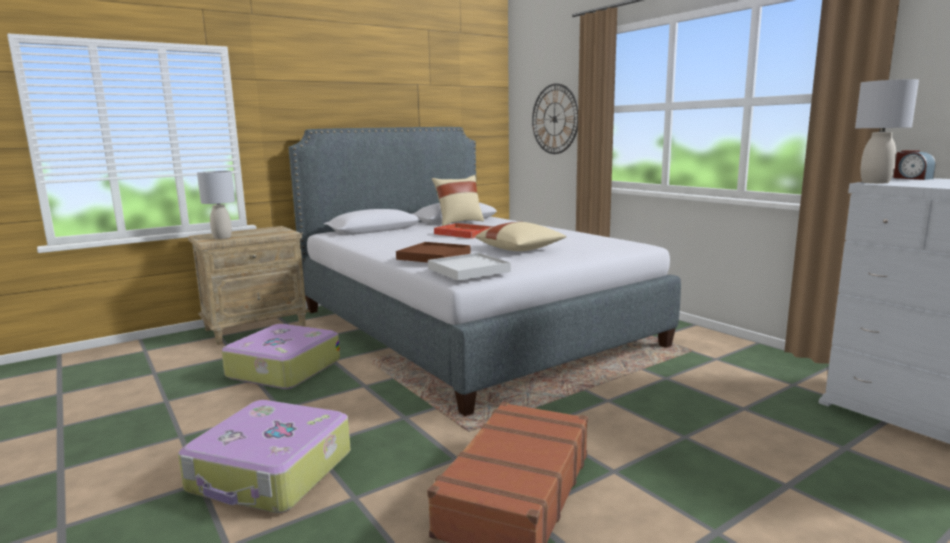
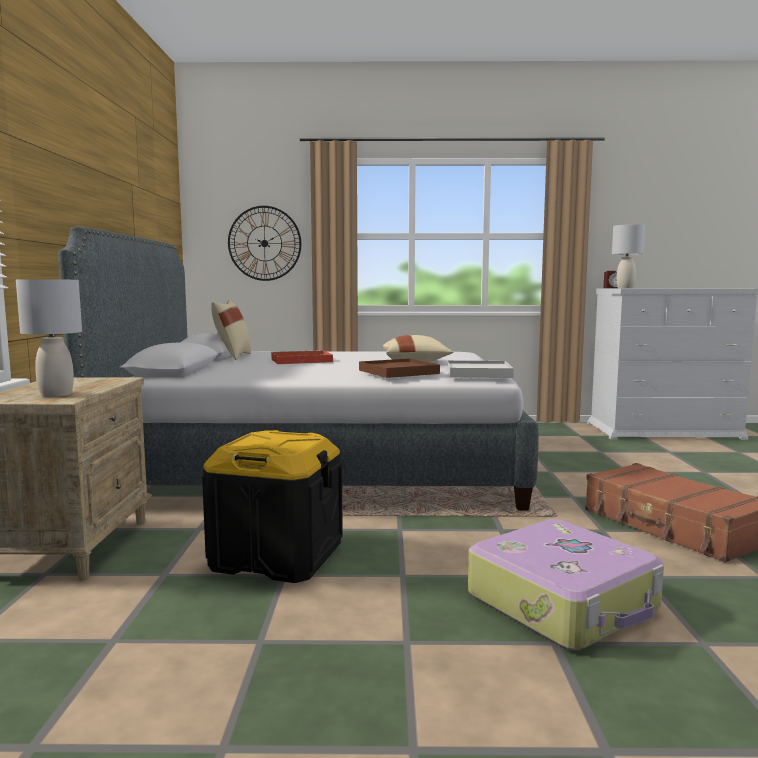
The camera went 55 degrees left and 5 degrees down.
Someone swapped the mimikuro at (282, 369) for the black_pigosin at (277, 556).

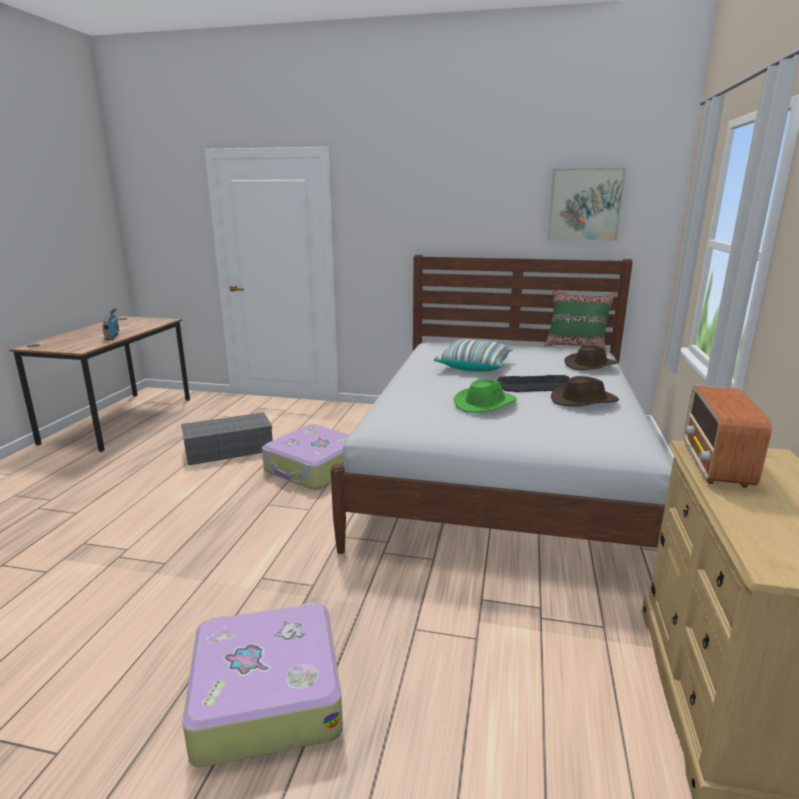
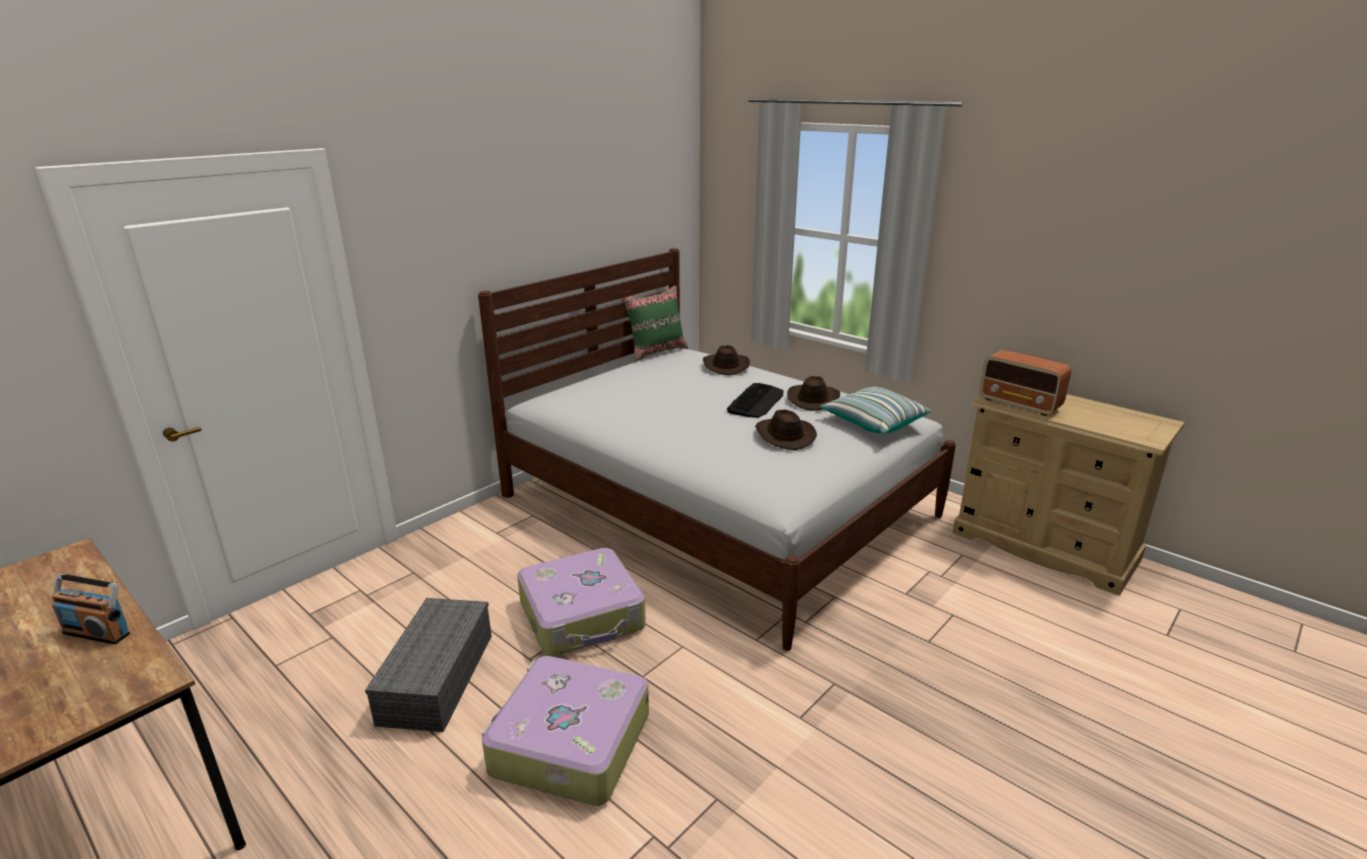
The camera went 60 degrees left and 5 degrees up.
Someone carried the mimikuro from (266, 695) to (568, 743).
Someone carried the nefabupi from (474, 366) to (873, 423).
Someone repainted the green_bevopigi at (485, 404), which became the brown_bevopigi at (783, 435).
Someone took away the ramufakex at (585, 205).

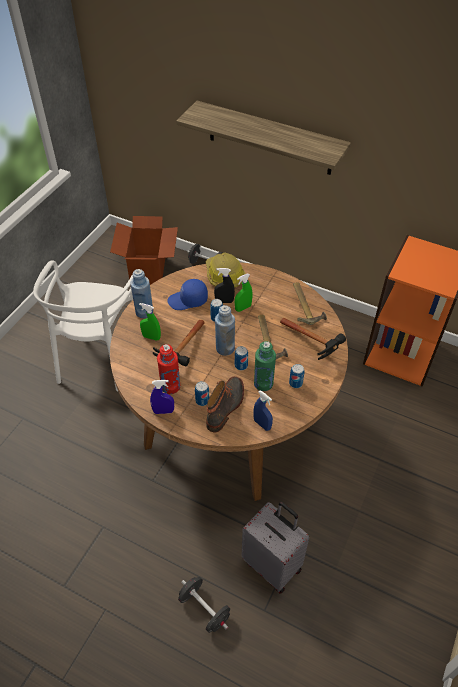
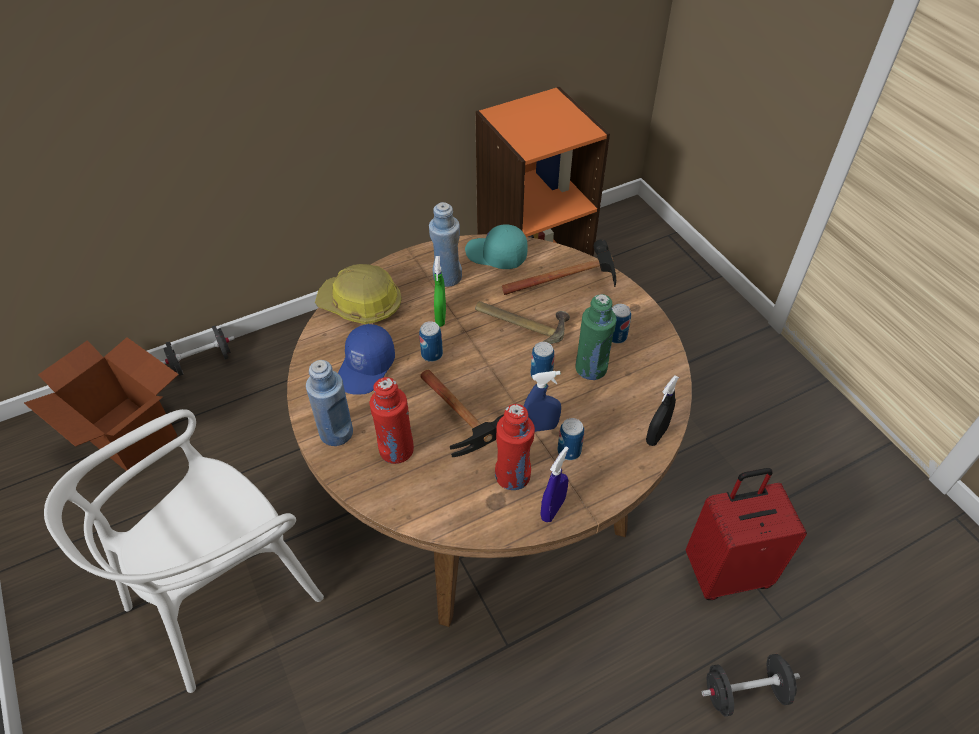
The camera went 55 degrees left and 0 degrees up.
Someone rotated the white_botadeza at (99, 355) by 90 degrees clockwise.
Someone swapped the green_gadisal at (151, 337) for the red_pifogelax at (396, 450).
Someone took away the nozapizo at (270, 138).
Someone took away the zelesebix at (226, 407).
Someone carried the black_gadisal from (224, 301) to (656, 435).
Someone carried the blue_pifogelax from (225, 348) to (447, 277).
Someone repainted the grey_mimikuro at (273, 564), which became the red_mimikuro at (726, 571).
Someone carried the blue_gadisal from (262, 424) to (540, 427).
Someone swapped the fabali at (306, 305) for the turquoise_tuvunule at (495, 255).

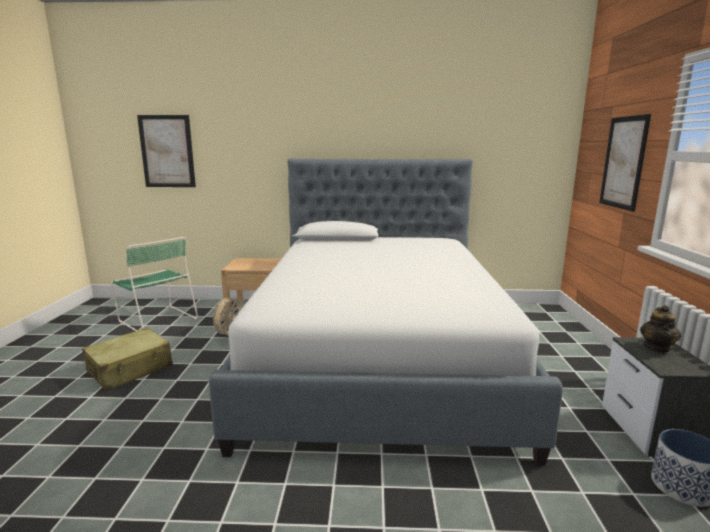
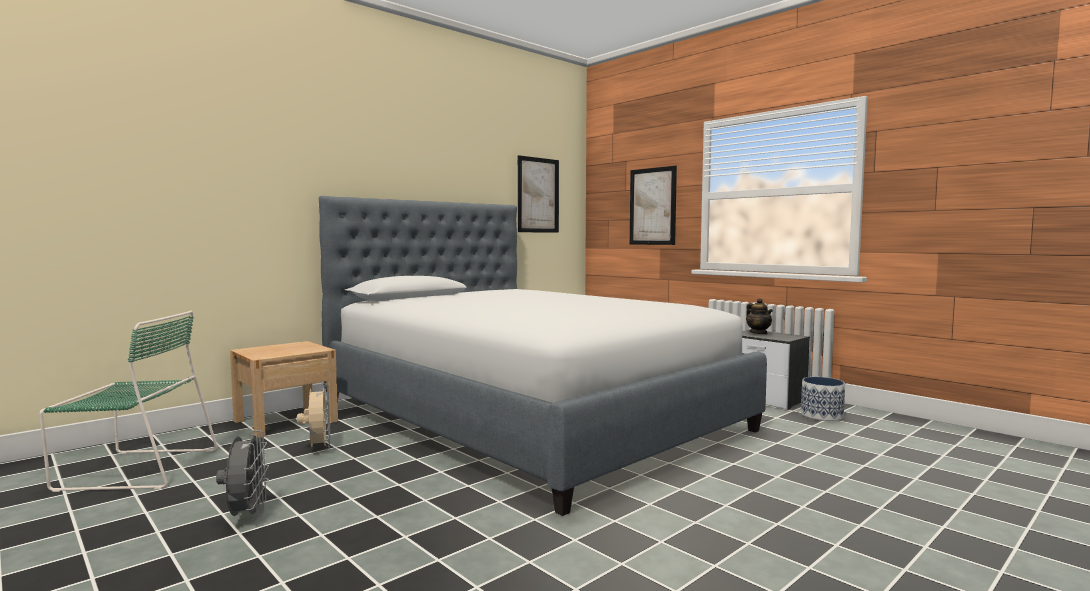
The camera went 45 degrees left and 10 degrees down.
Someone swapped the beige_mimikuro at (130, 369) for the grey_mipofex at (247, 516).
Someone carried the ramufakex from (167, 151) to (538, 195).

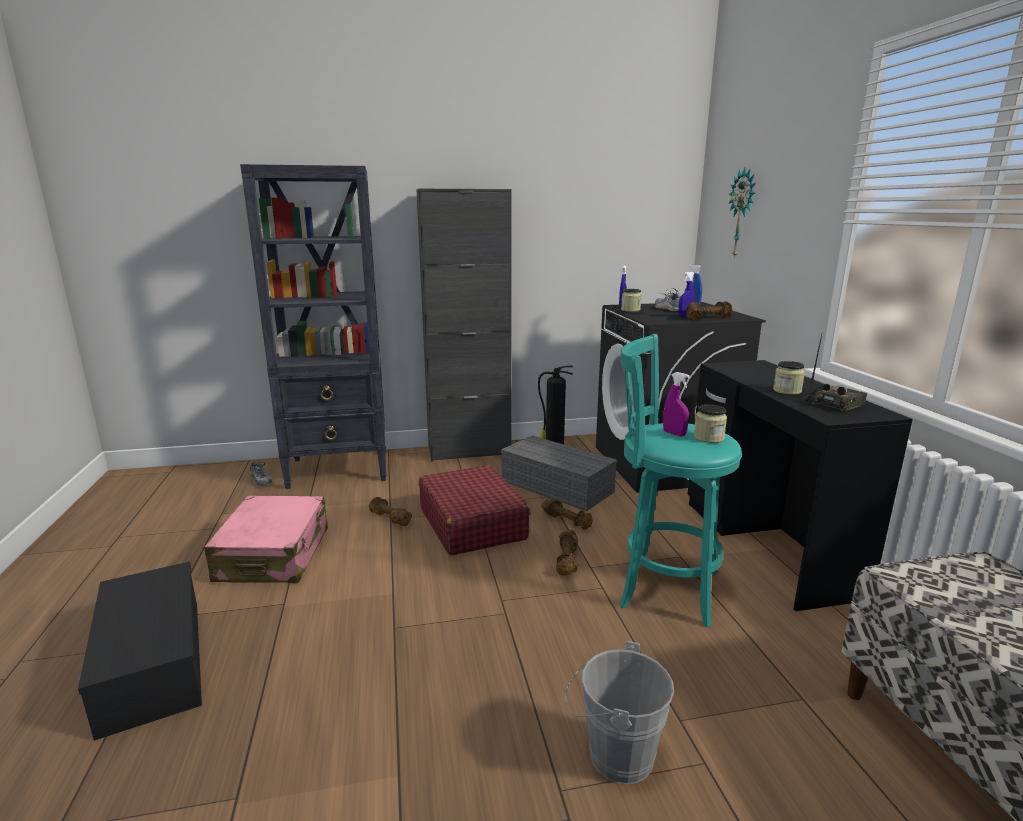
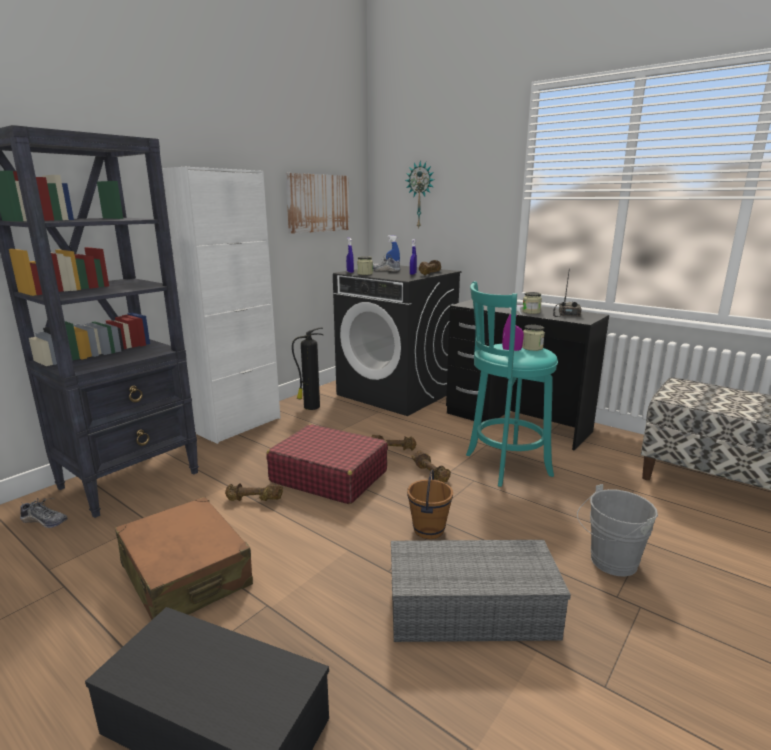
The camera went 40 degrees left and 0 degrees up.
Someone repainted the pink_mimikuro at (274, 555), which became the brown_mimikuro at (186, 575).
Someone repainted the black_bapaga at (469, 451), which became the white_bapaga at (239, 425).
Someone carried the grey_pigosin from (559, 486) to (473, 608).
Someone put up the ramufakex at (318, 203).
Someone put down the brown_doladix at (429, 530).

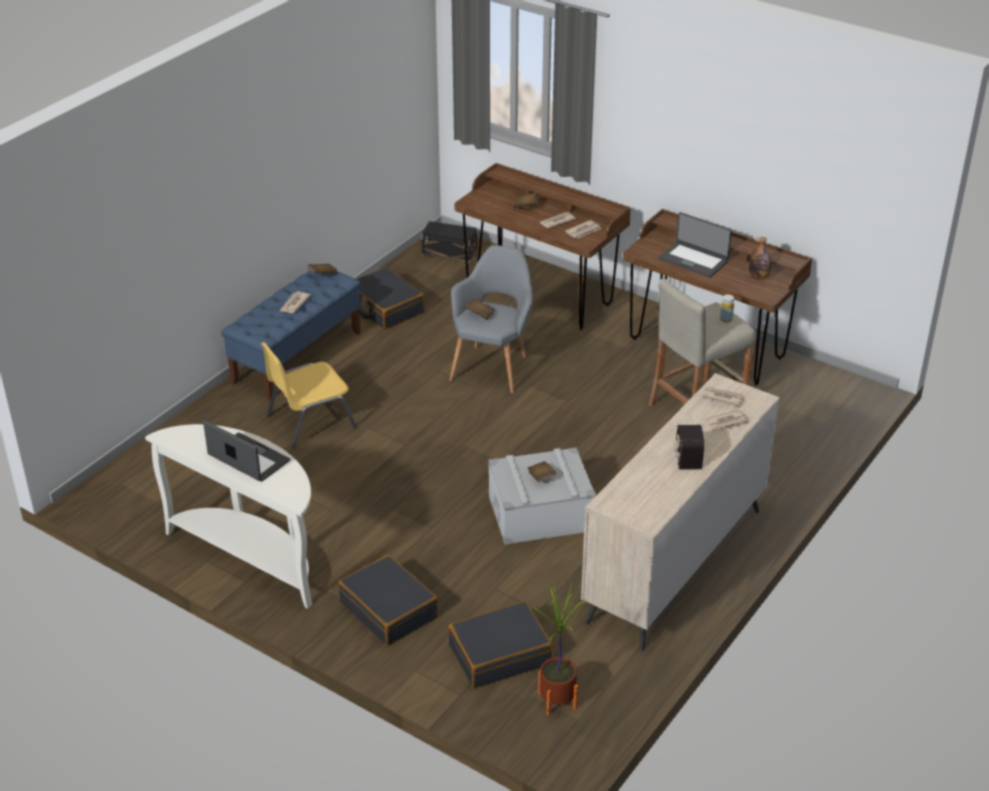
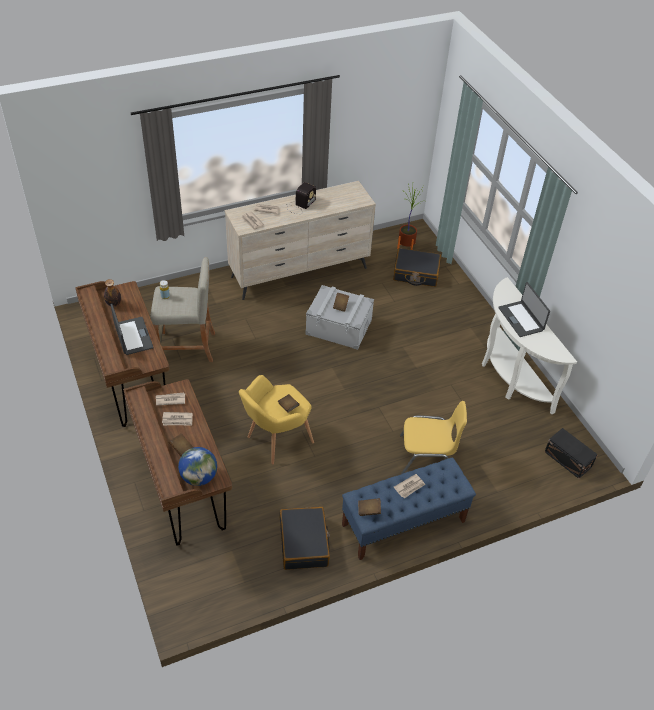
The camera went 150 degrees left and 10 degrees up.
Someone took away the black_mimikuro at (389, 610).
Someone carried the black_pigosin from (449, 251) to (568, 460).
Someone repainted the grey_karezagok at (493, 366), which became the yellow_karezagok at (275, 441).
Someone put down the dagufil at (199, 477).

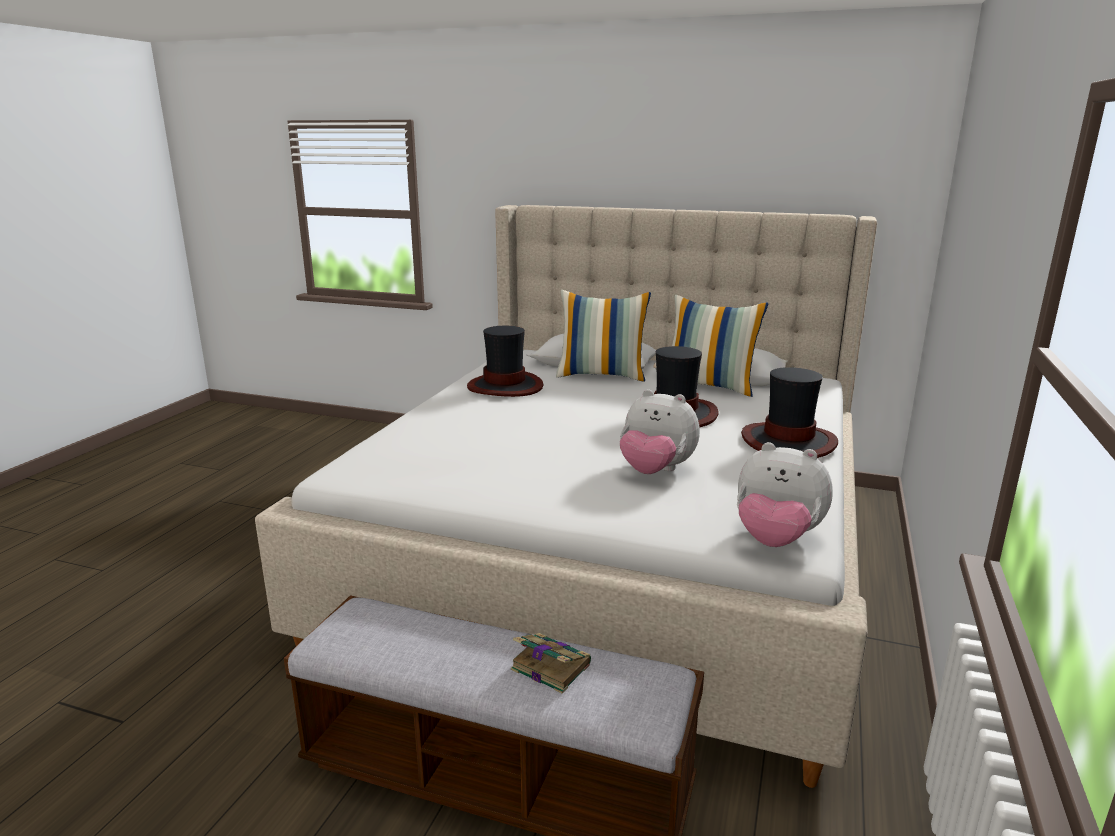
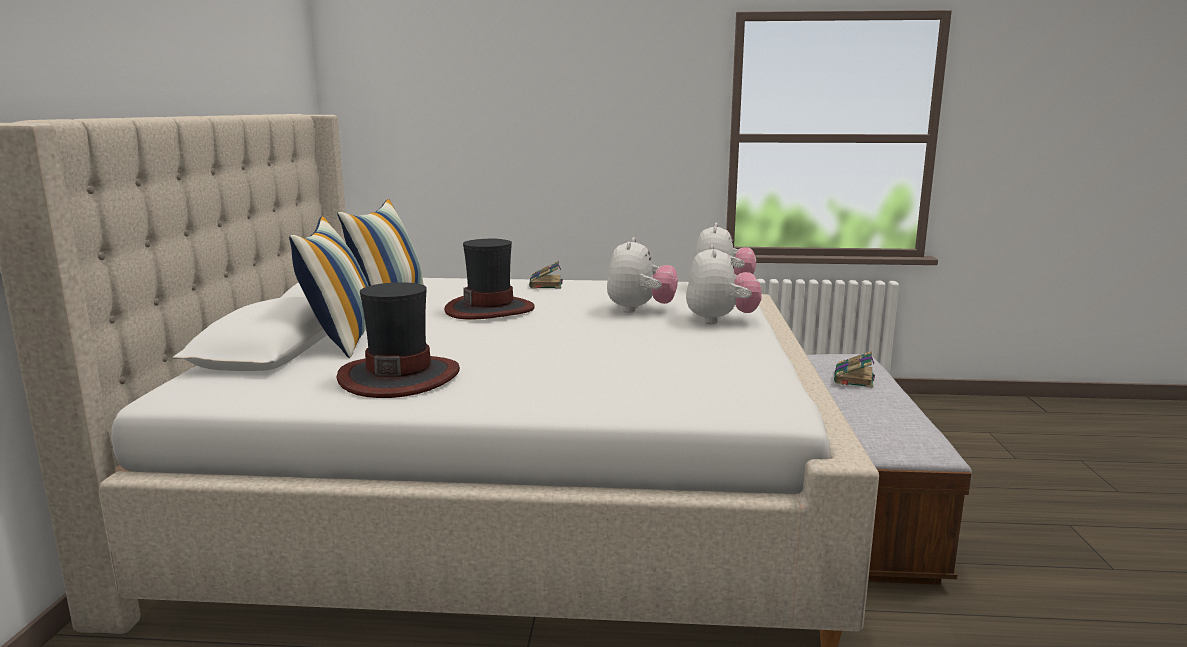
The camera went 105 degrees left and 5 degrees down.
Someone swapped the bevopigi at (788, 441) for the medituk at (546, 284).
Someone put down the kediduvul at (720, 320).

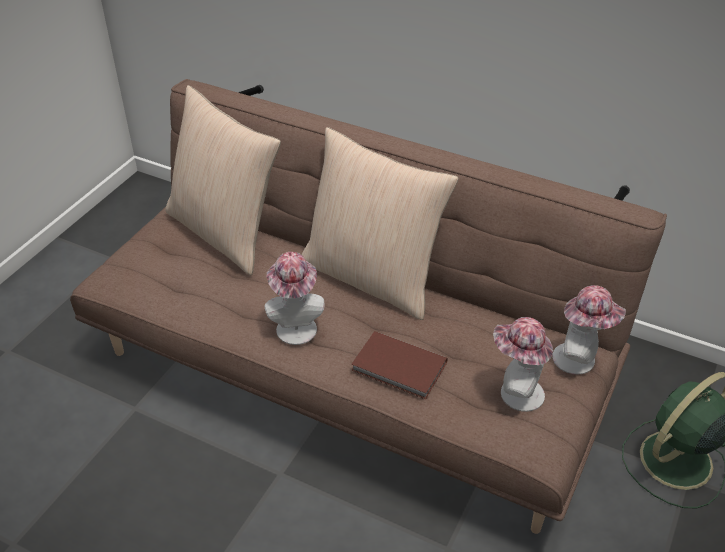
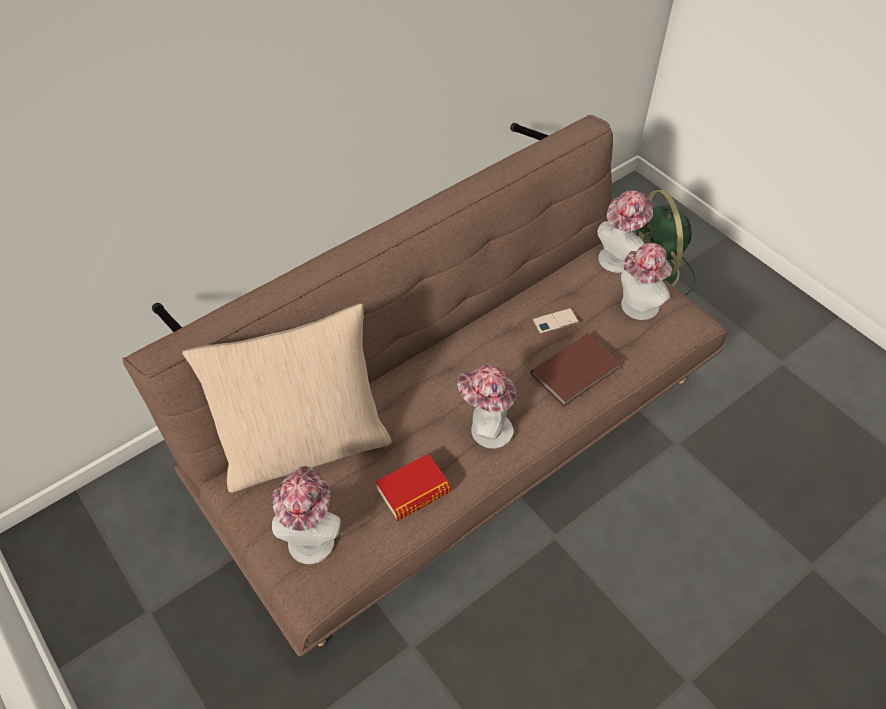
The camera went 65 degrees left and 10 degrees up.
Someone took away the beige_nefabupi at (372, 277).
Someone put down the bevopigi at (311, 536).
Someone put down the medituk at (413, 491).
Someone put down the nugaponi at (555, 321).

